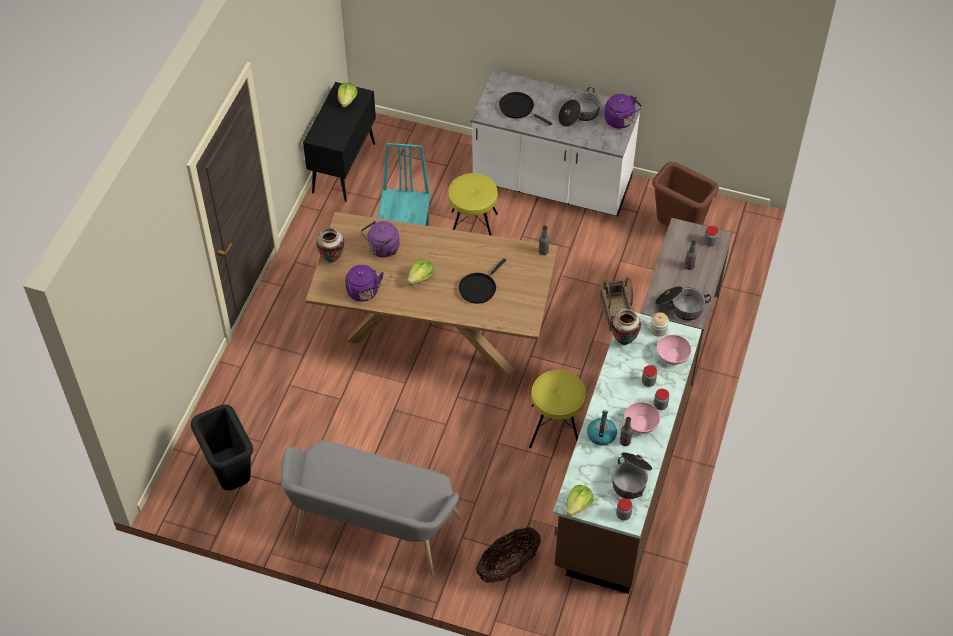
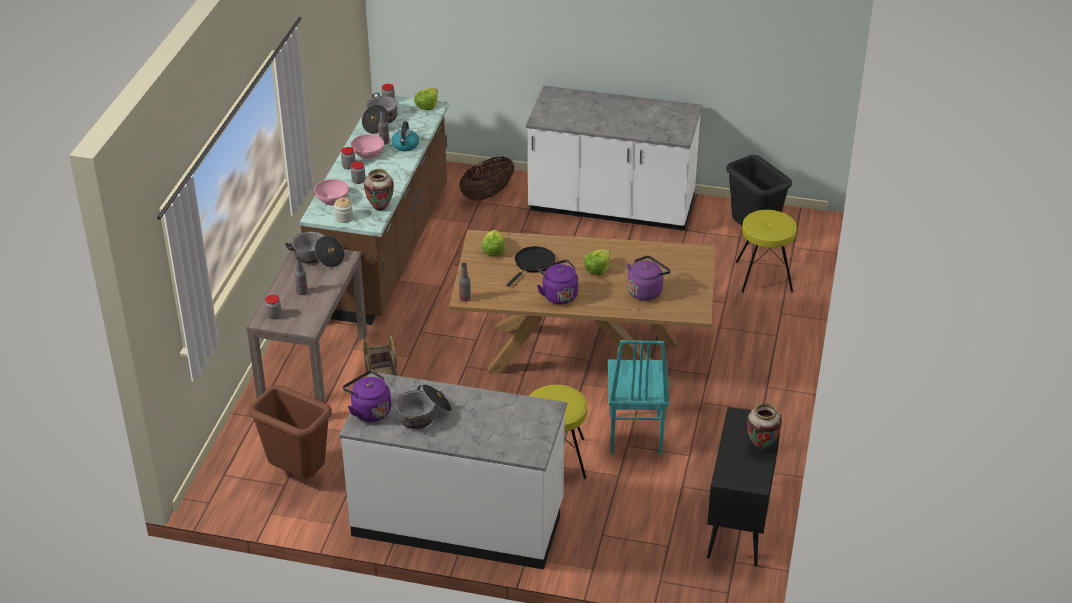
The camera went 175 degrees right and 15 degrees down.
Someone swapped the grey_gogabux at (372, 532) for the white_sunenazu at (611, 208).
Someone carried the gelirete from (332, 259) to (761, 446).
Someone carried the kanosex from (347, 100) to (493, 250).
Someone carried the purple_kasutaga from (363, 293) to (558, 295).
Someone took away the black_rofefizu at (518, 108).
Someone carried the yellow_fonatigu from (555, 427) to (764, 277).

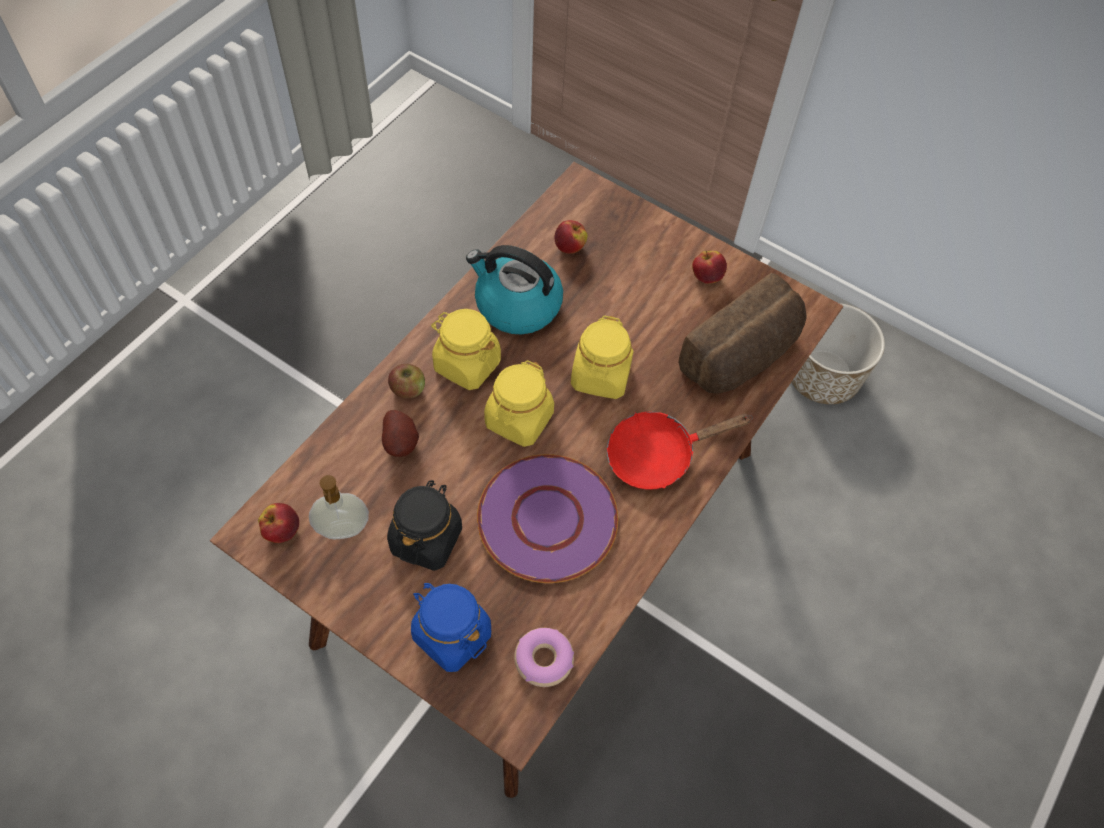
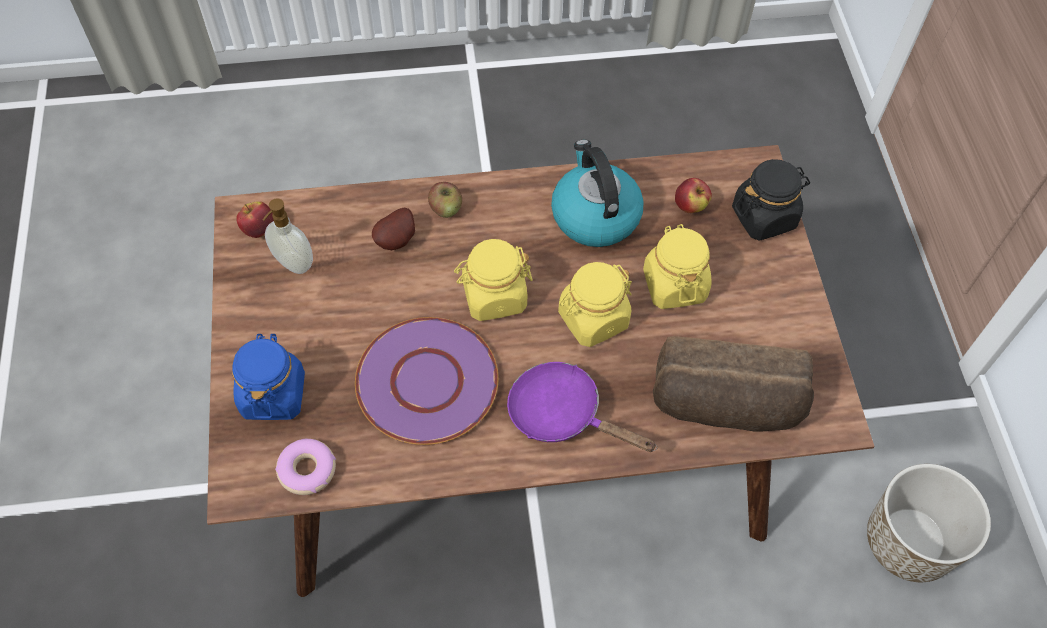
The camera went 50 degrees right and 0 degrees up.
Someone carried the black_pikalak from (426, 539) to (764, 217).
Someone carried the yellow_pikalak from (466, 364) to (674, 285).
Someone repainted the red_rofefizu at (658, 455), which became the purple_rofefizu at (562, 414).
Someone took away the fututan at (706, 277).

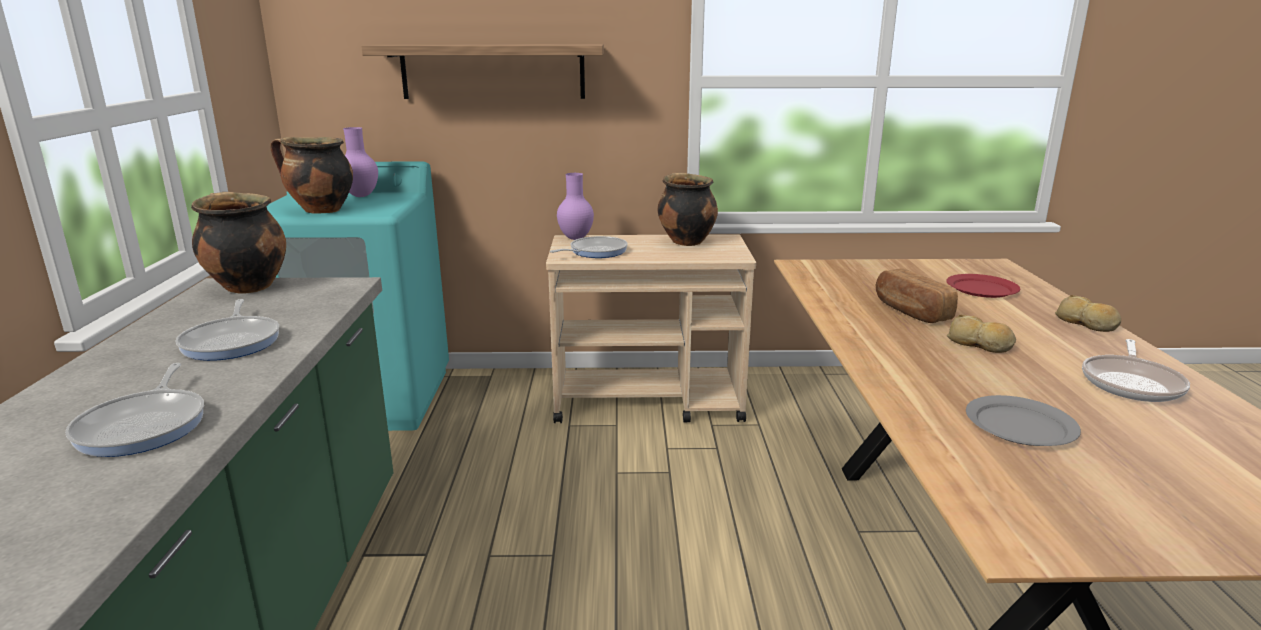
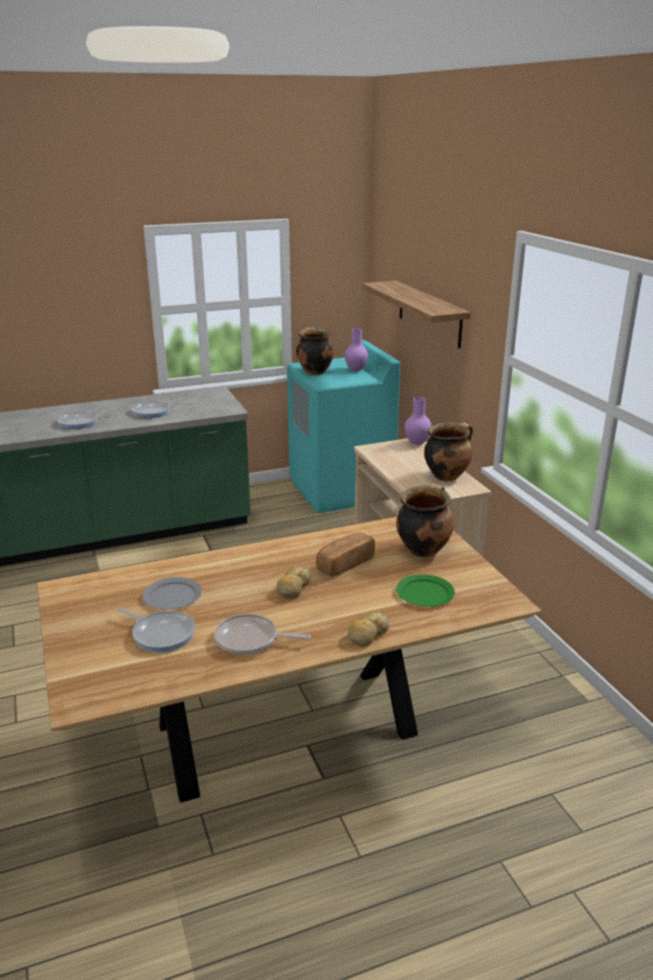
The camera went 70 degrees right and 5 degrees up.
Someone carried the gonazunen from (246, 287) to (423, 549).
Someone carried the rofefizu from (595, 252) to (161, 634).
Someone repainted the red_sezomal at (982, 289), which became the green_sezomal at (424, 593).

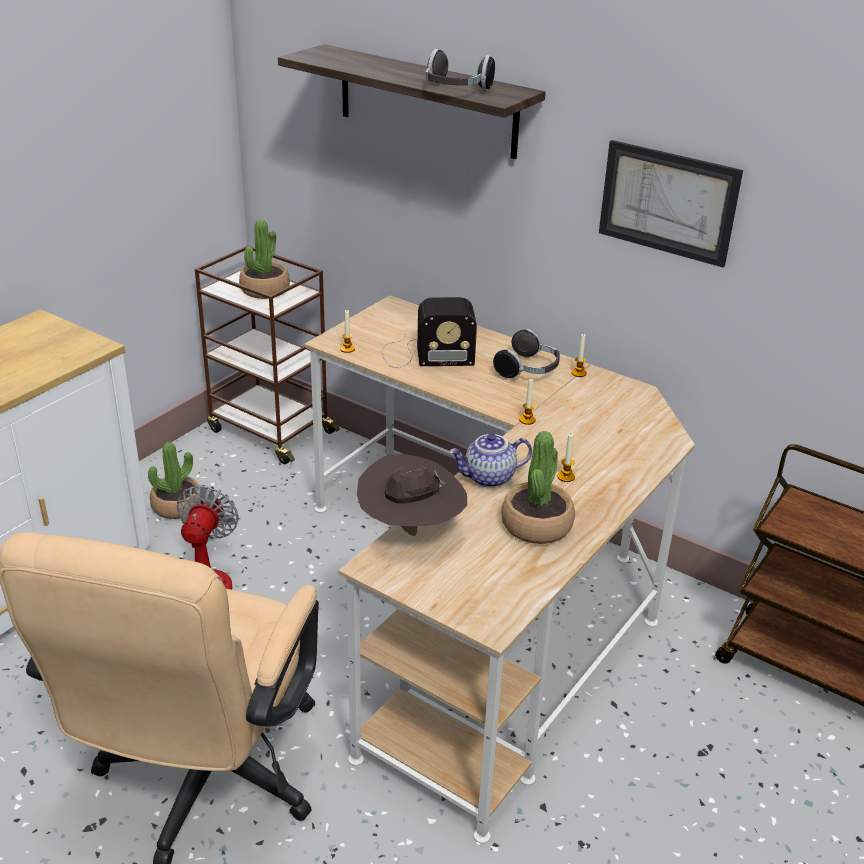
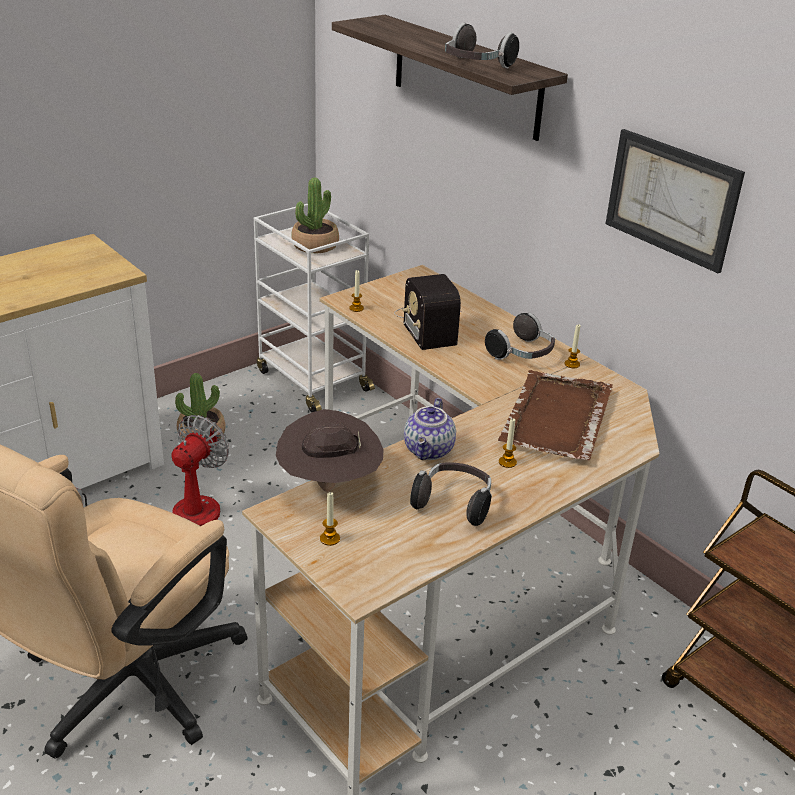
The camera went 15 degrees right and 0 degrees up.
Someone repainted the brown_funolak at (270, 431), which became the white_funolak at (312, 380).
Someone rotated the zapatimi at (424, 355) by 60 degrees clockwise.
Someone rotated the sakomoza at (489, 478) by 75 degrees counterclockwise.
Someone swapped the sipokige at (537, 525) for the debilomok at (454, 504).
Someone carried the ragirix from (527, 420) to (330, 539).
Someone put down the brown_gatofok at (555, 419).

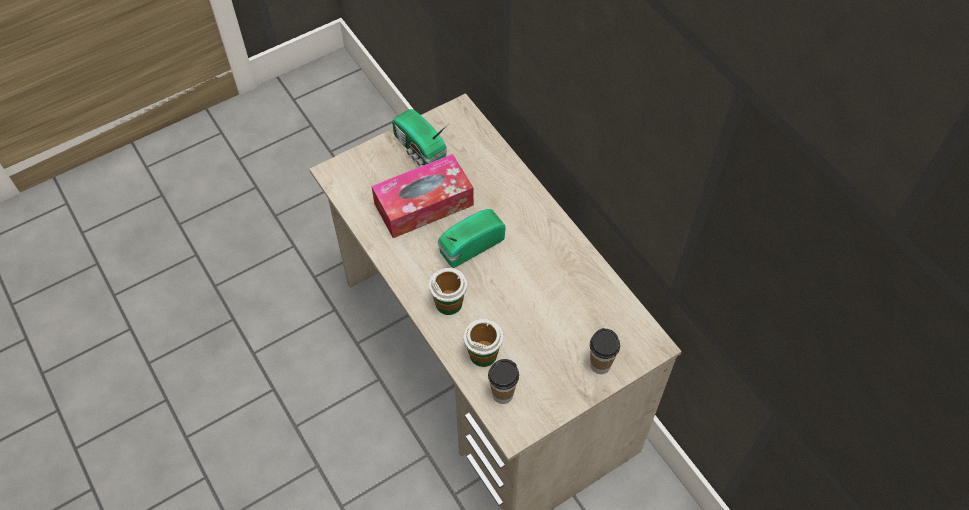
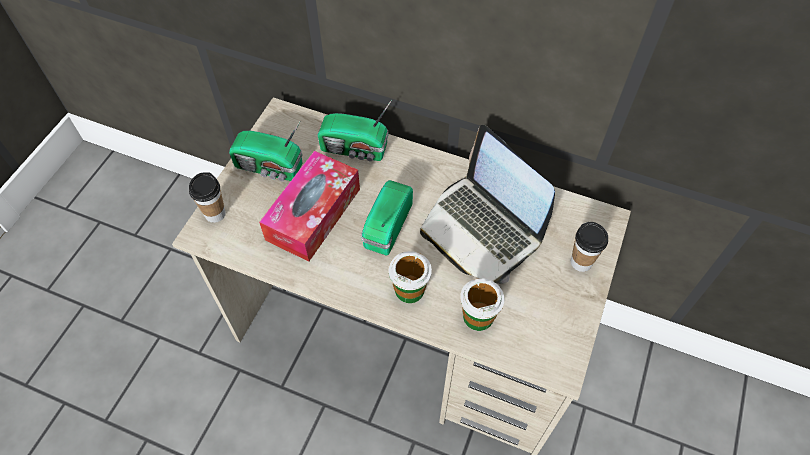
The camera went 35 degrees left and 0 degrees up.
Someone carried the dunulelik from (502, 394) to (215, 214).
Someone put down the zapatimi at (355, 149).
Someone put down the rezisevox at (482, 229).

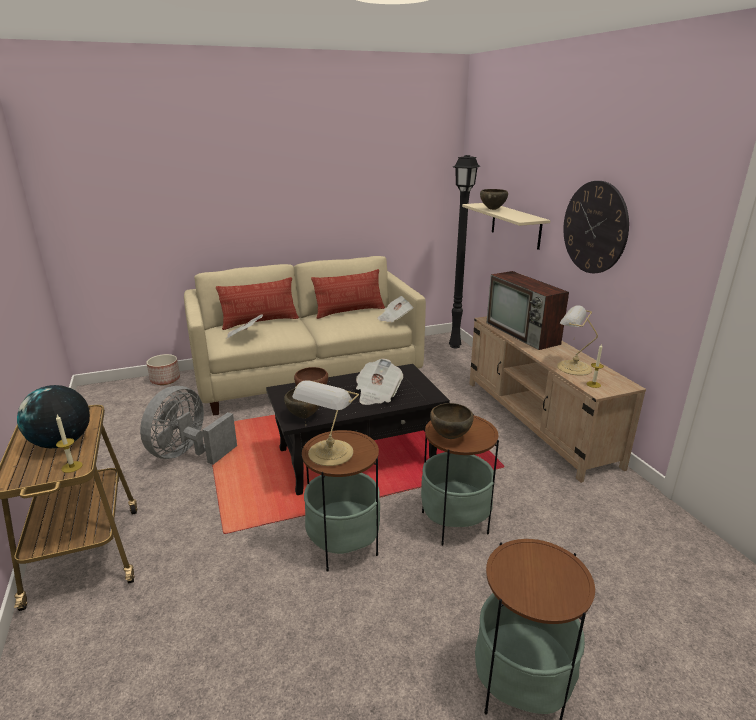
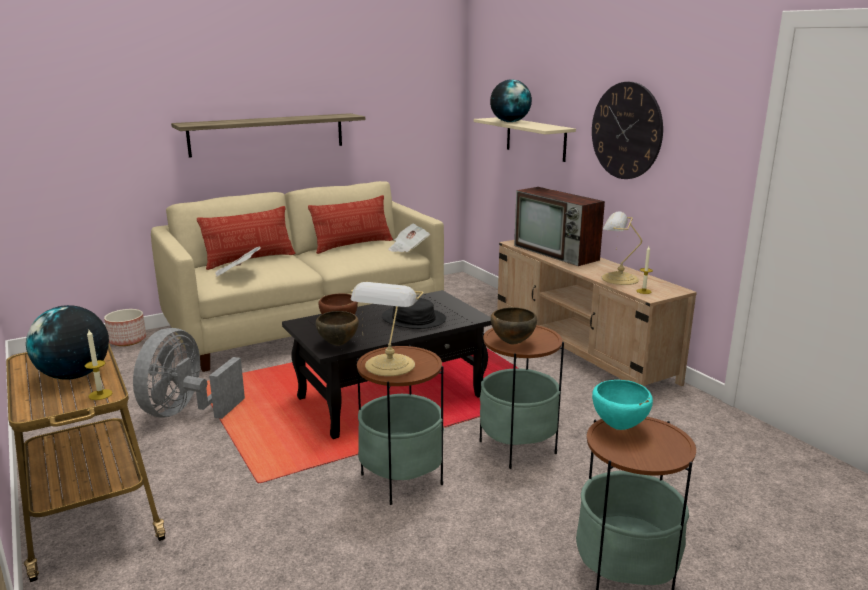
The camera went 10 degrees left and 5 degrees down.
Someone swapped the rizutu at (377, 394) for the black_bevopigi at (413, 319).
Someone took away the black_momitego at (456, 346).
Someone swapped the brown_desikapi at (493, 209) for the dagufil at (510, 122).
Someone put up the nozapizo at (267, 134).
Someone put down the turquoise_desikapi at (620, 427).

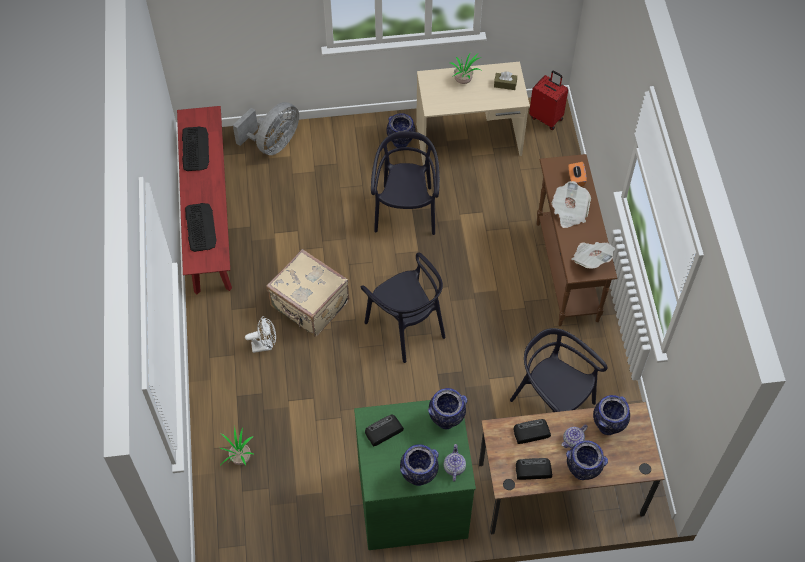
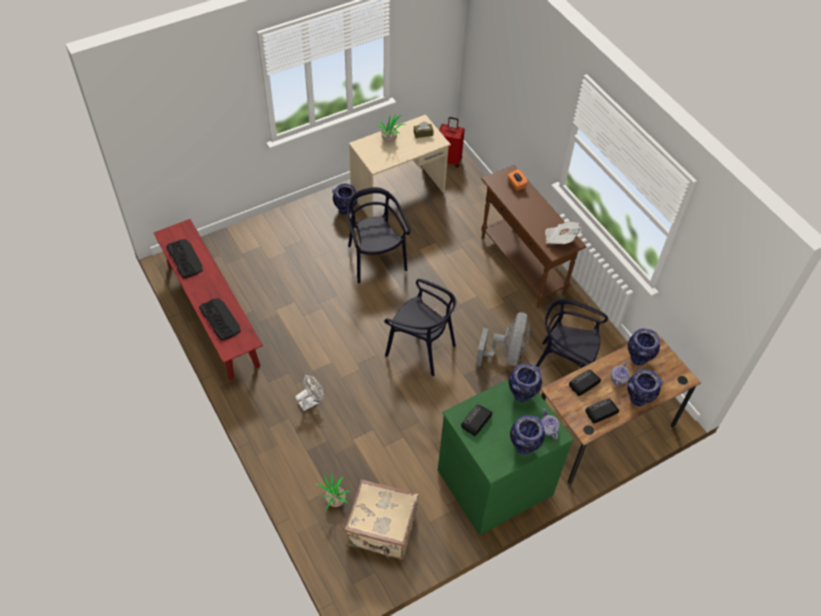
The camera went 25 degrees left and 5 degrees down.
Someone carried the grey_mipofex from (273, 144) to (506, 354).
Someone carried the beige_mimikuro from (309, 305) to (382, 530).
Someone took away the rizutu at (569, 211).

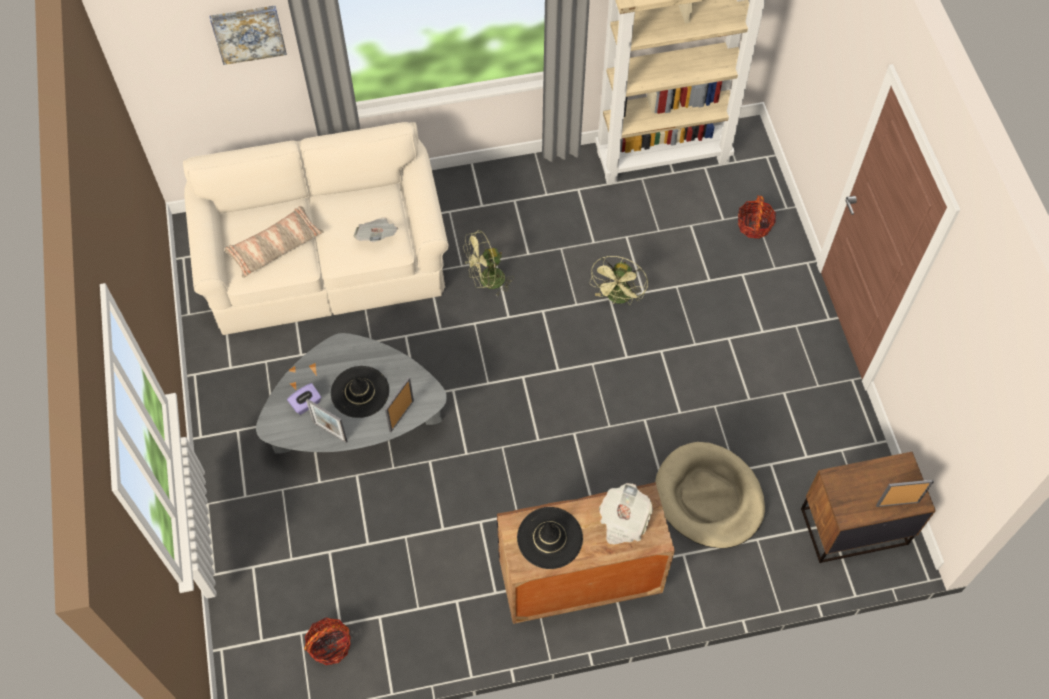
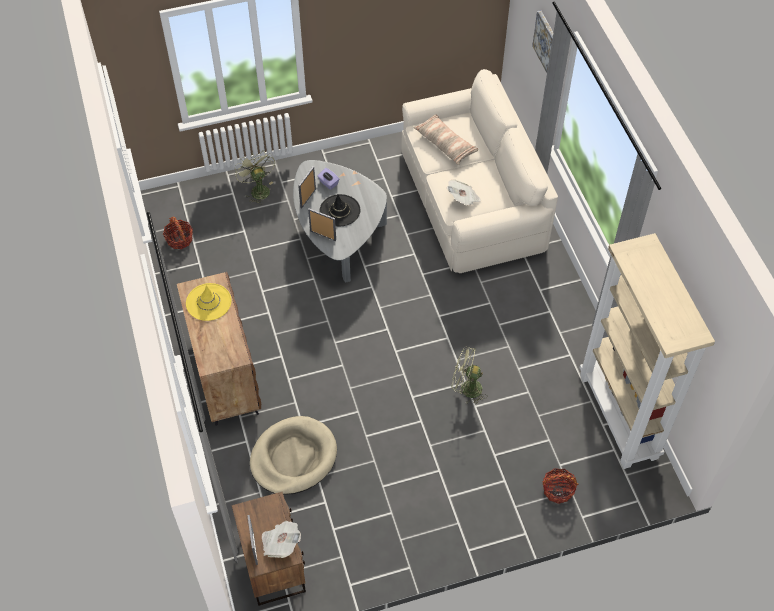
The camera went 85 degrees right and 5 degrees down.
Someone carried the green_mipofex from (487, 281) to (257, 189).
Someone repainted the black_bevopigi at (549, 538), which became the yellow_bevopigi at (208, 302).
Someone carried the rizutu from (623, 521) to (280, 543).

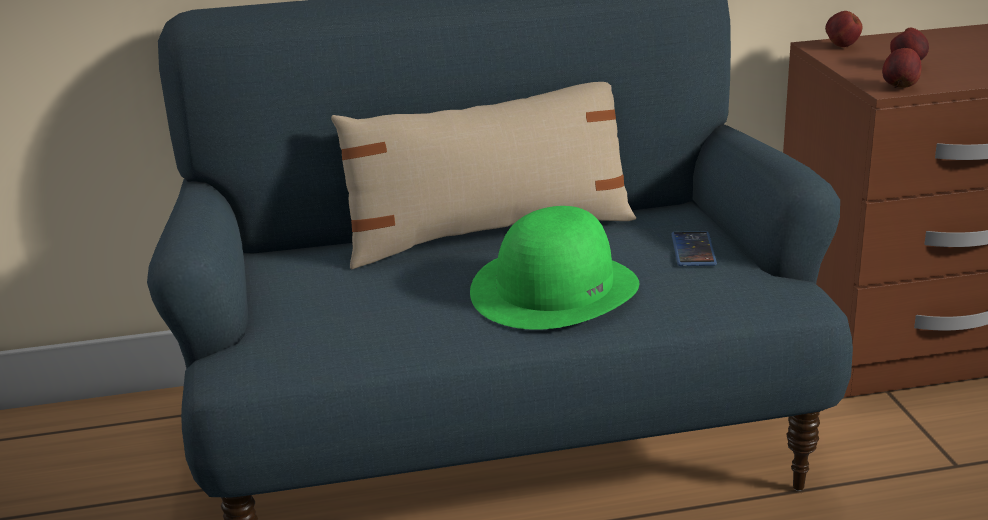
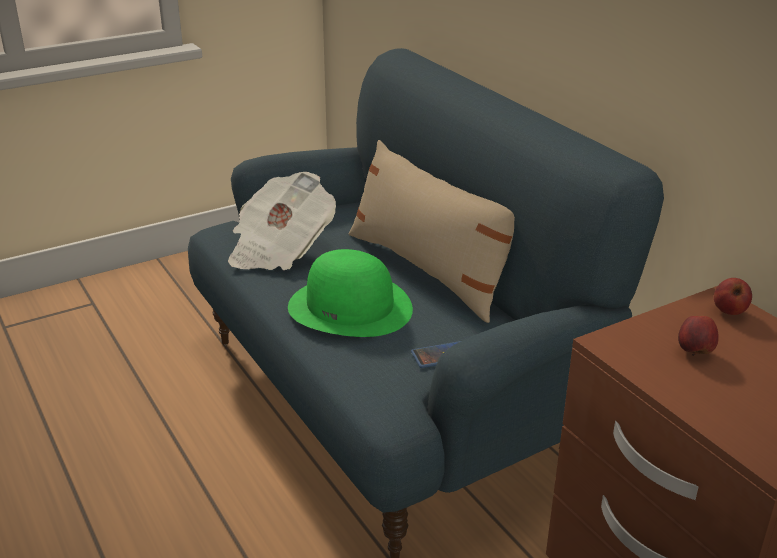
The camera went 70 degrees right and 5 degrees up.
Someone took away the fututan at (900, 87).
Someone put down the rizutu at (279, 249).

